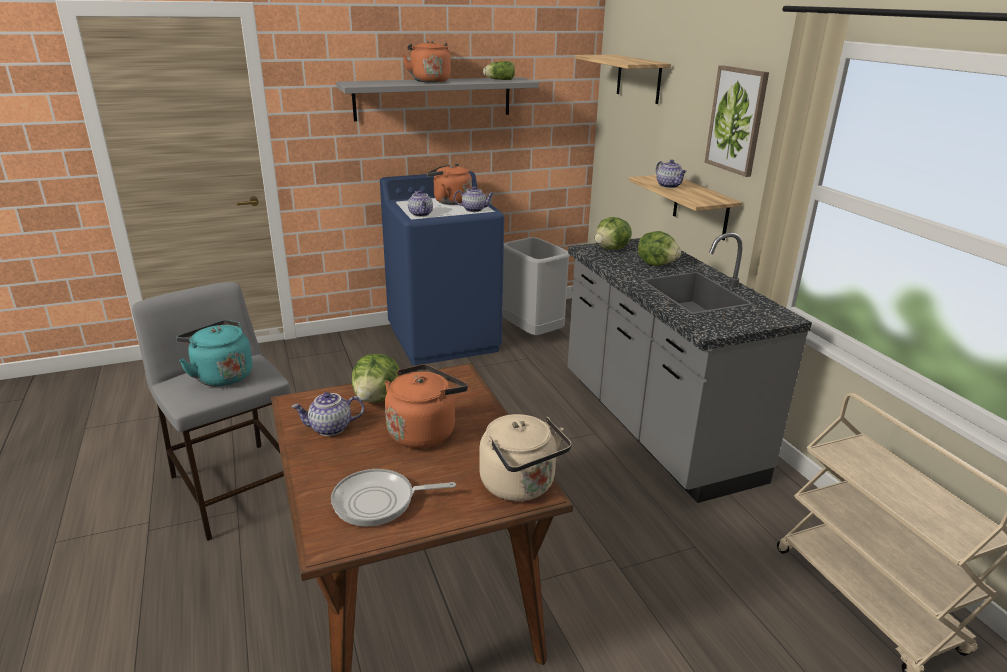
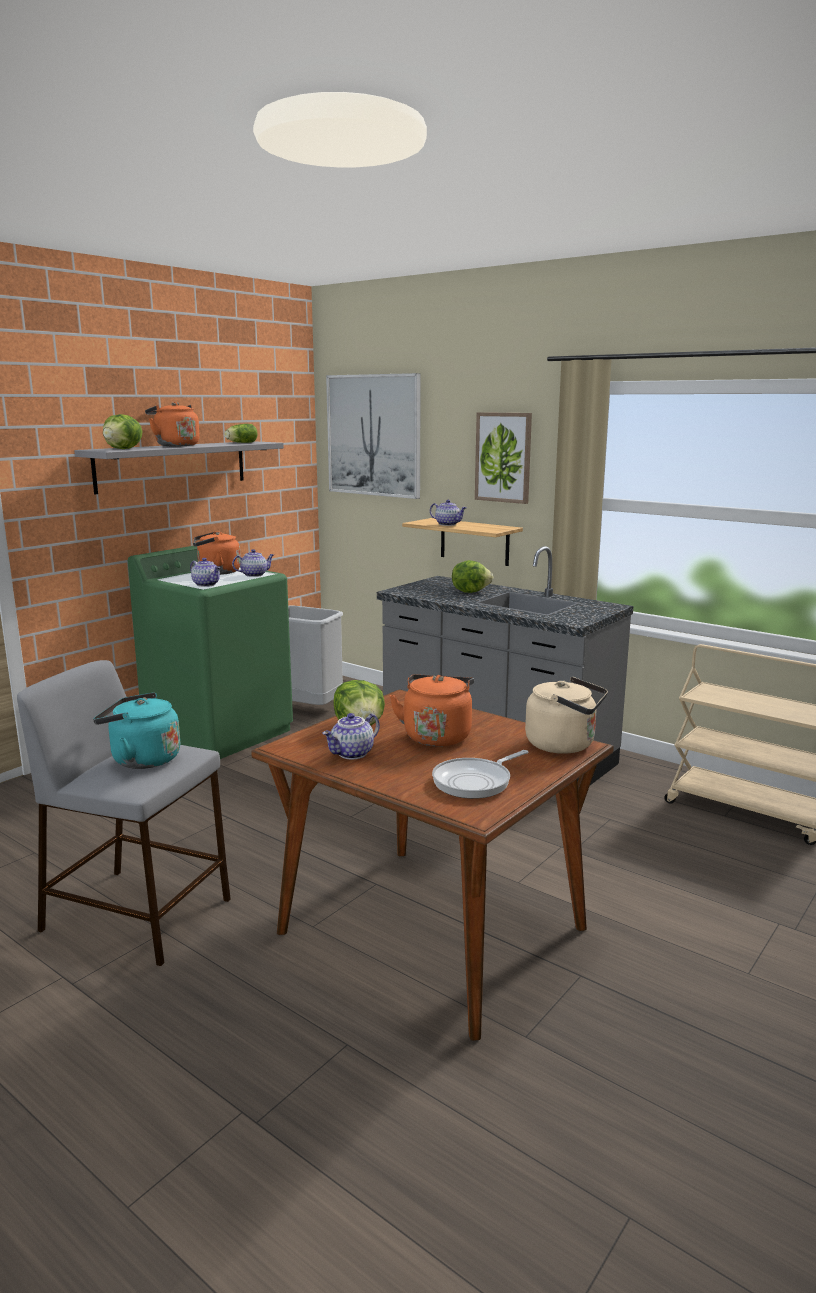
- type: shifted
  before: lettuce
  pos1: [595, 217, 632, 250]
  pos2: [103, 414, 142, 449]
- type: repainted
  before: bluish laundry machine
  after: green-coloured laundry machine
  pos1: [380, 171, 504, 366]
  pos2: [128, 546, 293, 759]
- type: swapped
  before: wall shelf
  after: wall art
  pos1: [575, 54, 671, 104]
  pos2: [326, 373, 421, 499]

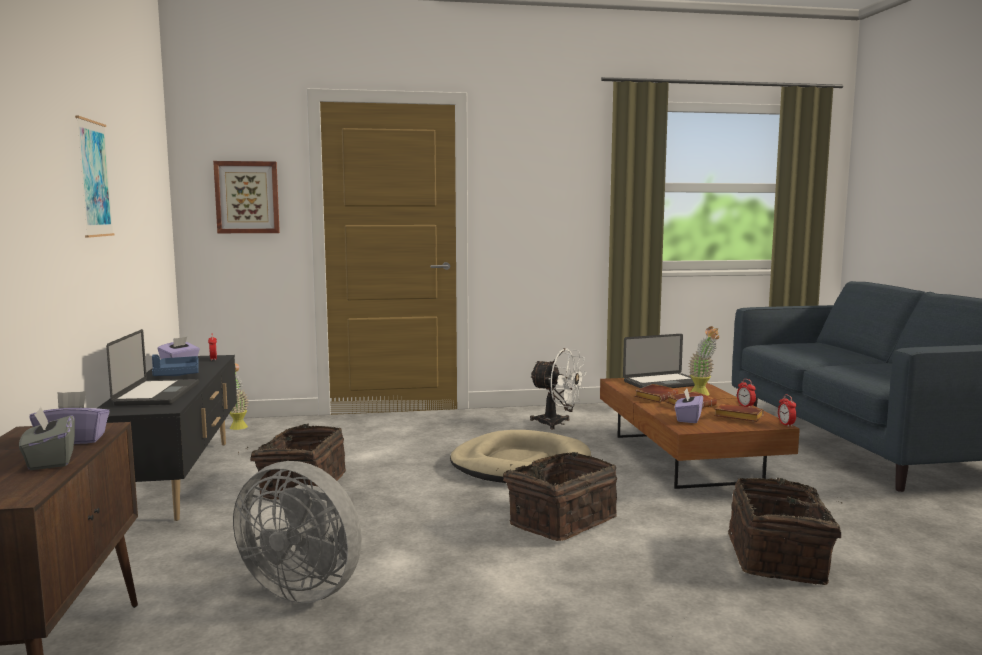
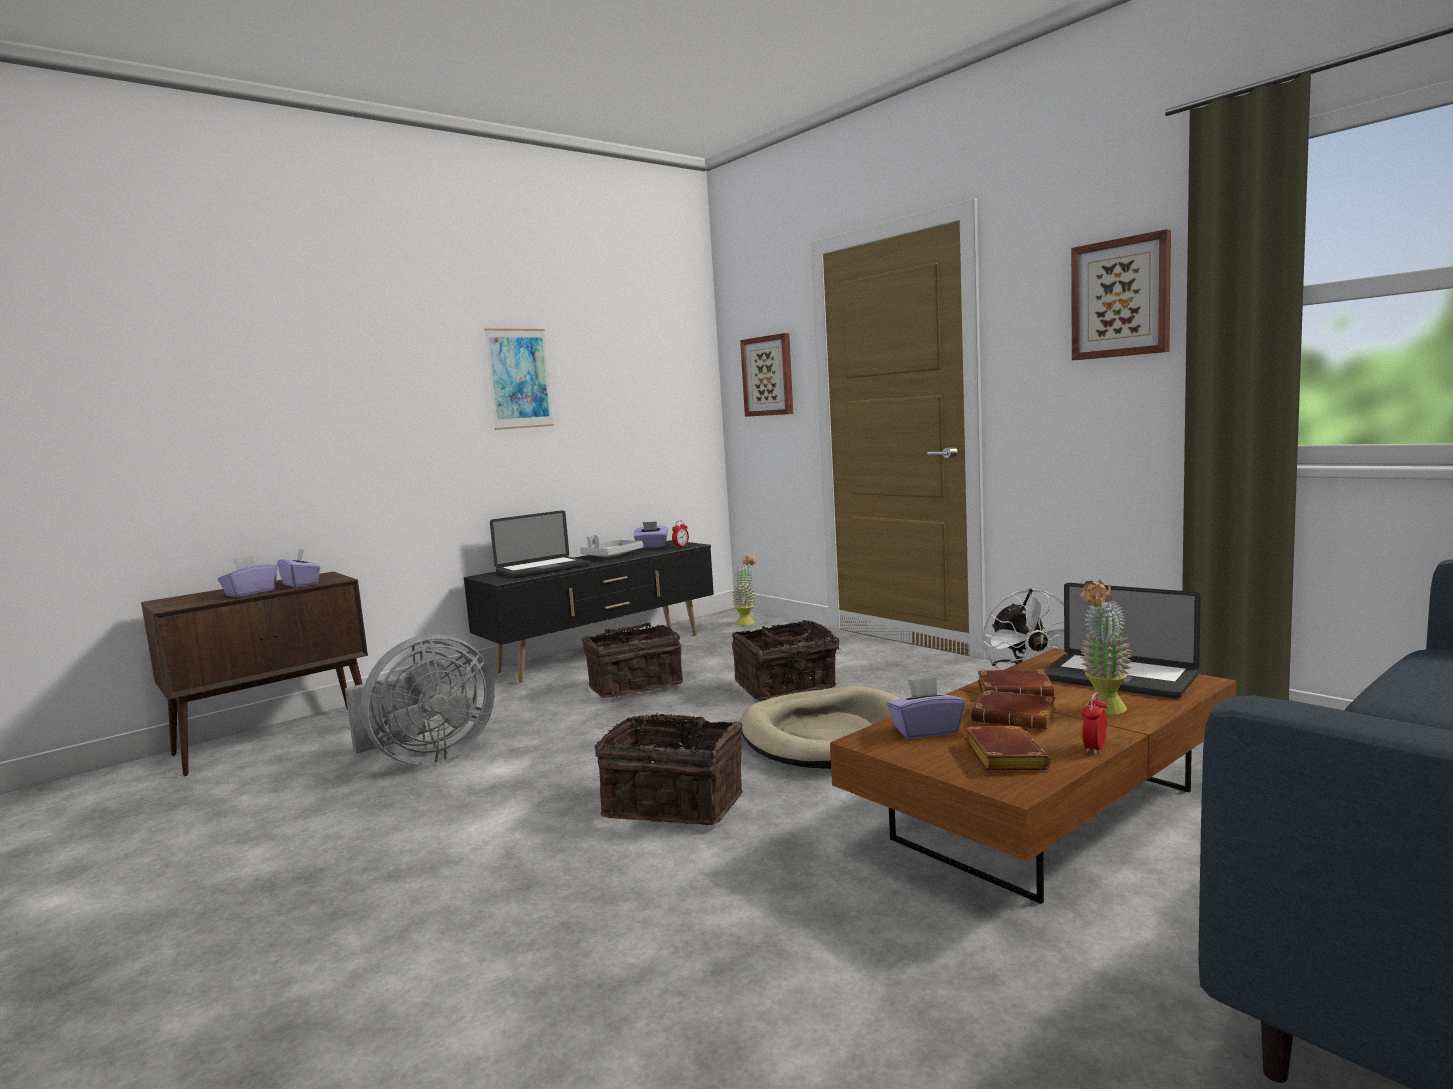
- type: repainted
  before: grey box of tissues
  after: purplish box of tissues
  pos1: [19, 407, 75, 470]
  pos2: [218, 555, 277, 597]
- type: rotated
  before: grey cooling fan
  pos1: [233, 461, 362, 603]
  pos2: [345, 634, 495, 765]
  turn: -120
- type: repainted
  before: bluish serving tray
  after: grey serving tray
  pos1: [152, 354, 199, 376]
  pos2: [580, 535, 643, 557]
- type: shifted
  before: basket
  pos1: [728, 477, 843, 585]
  pos2: [732, 620, 841, 701]
- type: new
  after: wall art
  pos2: [1071, 229, 1171, 360]
- type: gone
  before: bedside clock
  pos1: [778, 394, 796, 427]

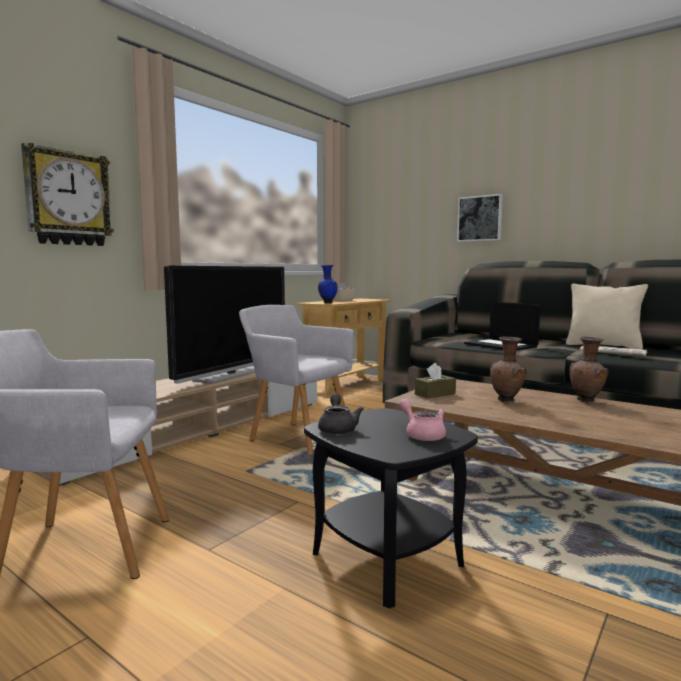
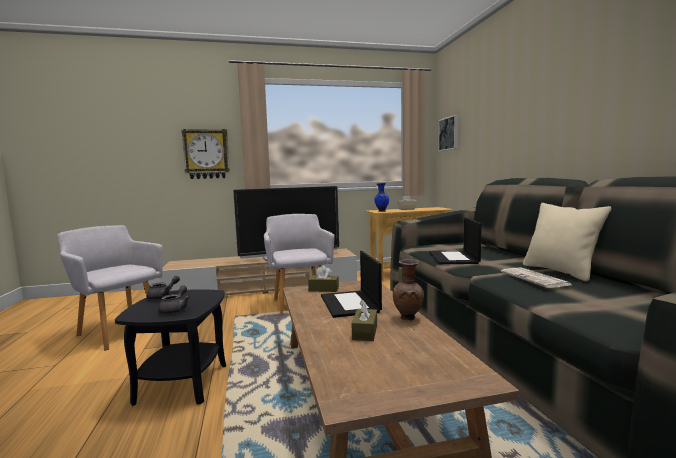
- type: repainted
  before: pink-coloured pot for tea
  after: grey pot for tea
  pos1: [399, 399, 446, 441]
  pos2: [158, 286, 190, 314]
- type: swapped
  before: brown vase
  after: laptop
  pos1: [490, 336, 527, 402]
  pos2: [321, 251, 382, 318]
- type: new
  after: brown box of tissues
  pos2: [352, 300, 377, 341]
- type: shifted
  before: wall art
  pos1: [457, 194, 503, 242]
  pos2: [438, 115, 459, 151]

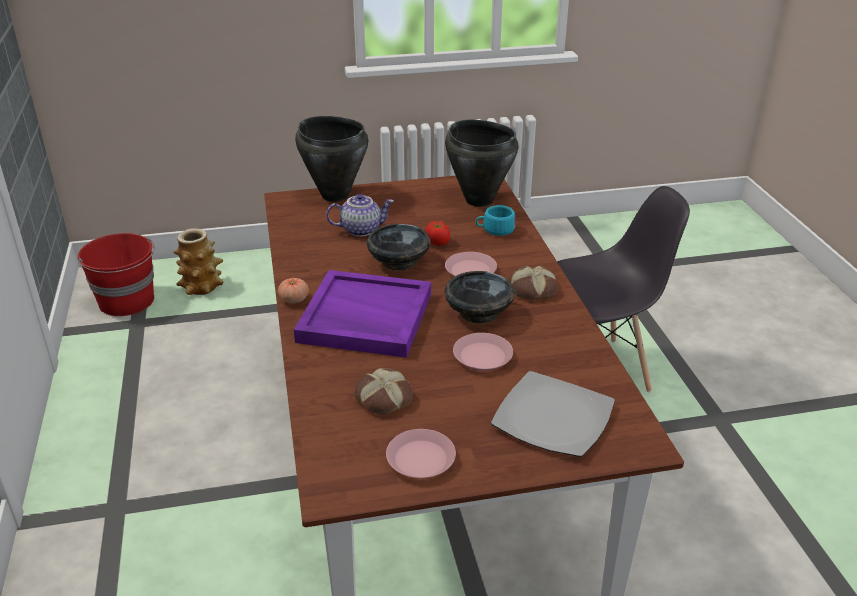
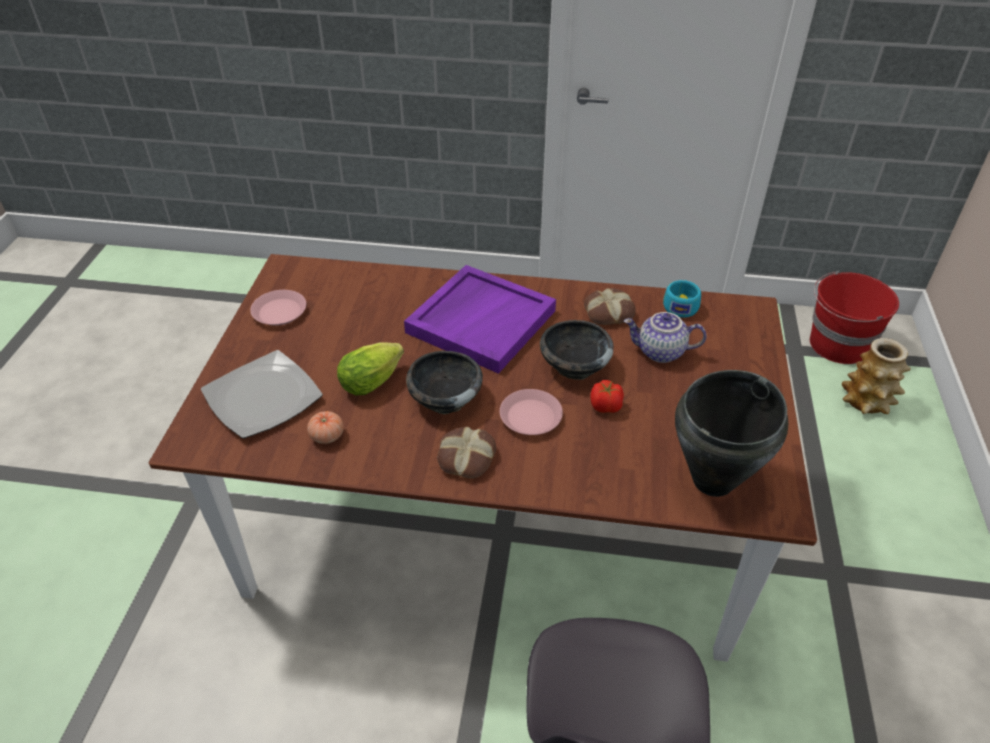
- type: shifted
  before: tomato
  pos1: [278, 278, 309, 303]
  pos2: [307, 411, 344, 444]
- type: swapped
  before: pink-coloured flat dish
  after: lettuce
  pos1: [453, 333, 513, 371]
  pos2: [337, 342, 404, 395]
- type: shifted
  before: baked bread
  pos1: [355, 368, 413, 415]
  pos2: [584, 288, 636, 325]
- type: rotated
  before: pot for tea
  pos1: [326, 194, 394, 237]
  pos2: [624, 312, 706, 363]
  turn: 90
- type: shifted
  before: turquoise-coloured drinking cup
  pos1: [475, 205, 515, 236]
  pos2: [663, 280, 701, 318]
- type: gone
  before: black saucepot
  pos1: [295, 116, 368, 202]

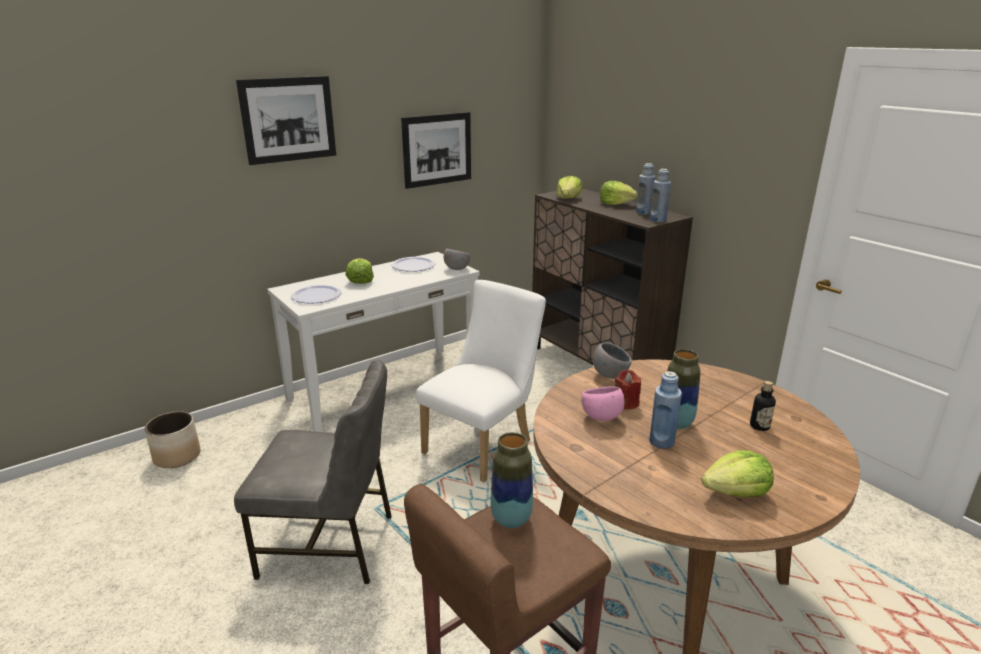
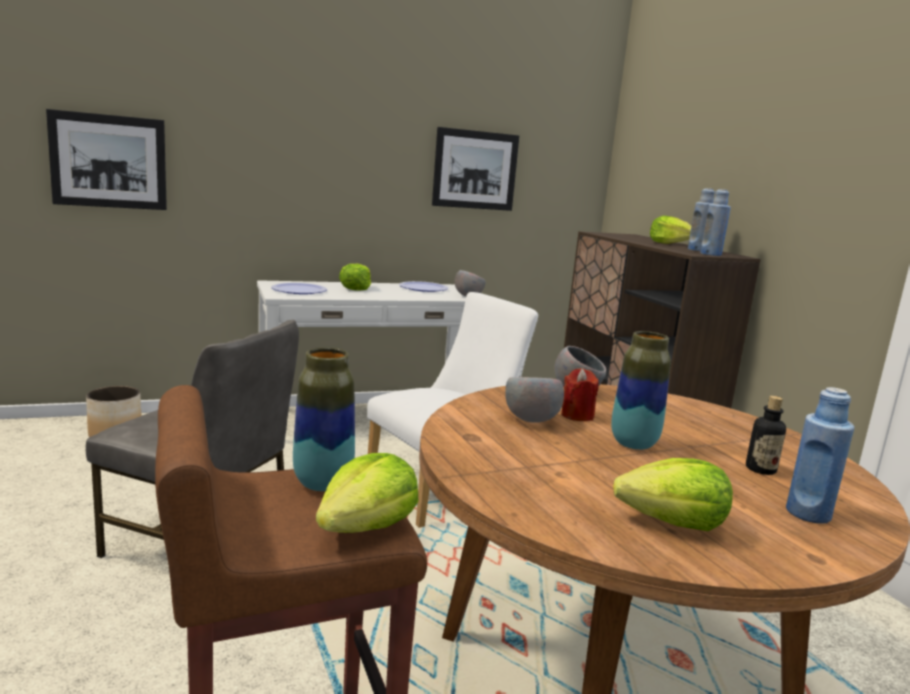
- type: shifted
  before: wall art
  pos1: [236, 76, 336, 165]
  pos2: [46, 109, 167, 210]
- type: shifted
  before: lettuce
  pos1: [556, 176, 583, 199]
  pos2: [316, 453, 418, 533]
- type: repainted
  before: pink-coloured bowl
  after: grey bowl
  pos1: [581, 386, 625, 421]
  pos2: [505, 377, 564, 423]
- type: shifted
  before: bluish beverage bottle
  pos1: [649, 371, 682, 449]
  pos2: [786, 387, 854, 524]

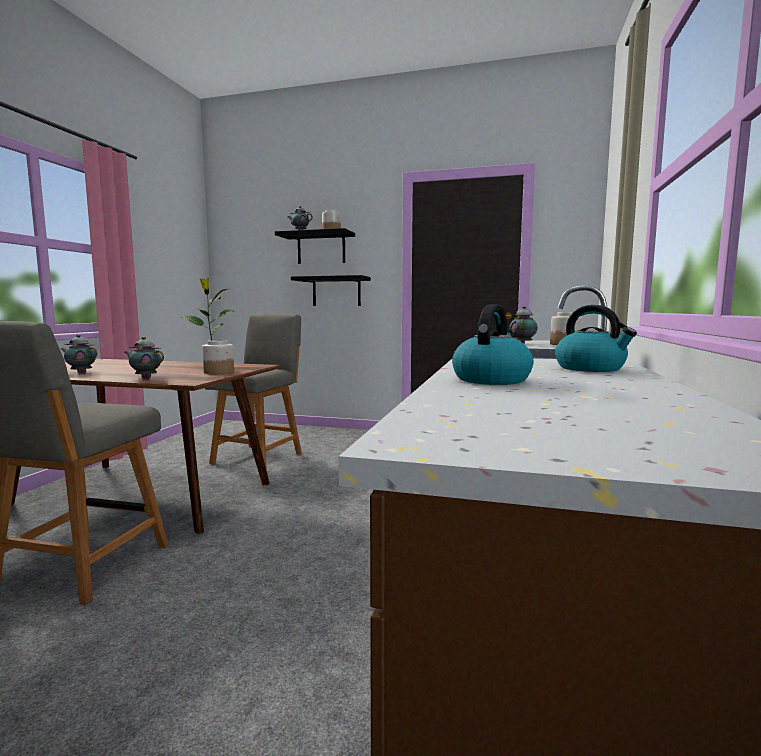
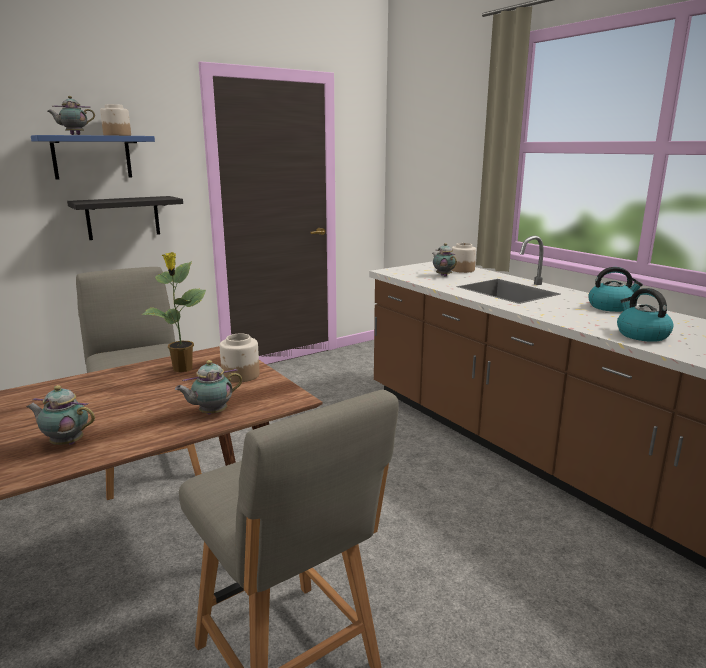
- type: rotated
  before: pot for tea
  pos1: [61, 334, 97, 373]
  pos2: [26, 385, 95, 445]
  turn: 45
- type: repainted
  before: black wall shelf
  after: bluish wall shelf
  pos1: [275, 228, 355, 264]
  pos2: [31, 135, 155, 180]

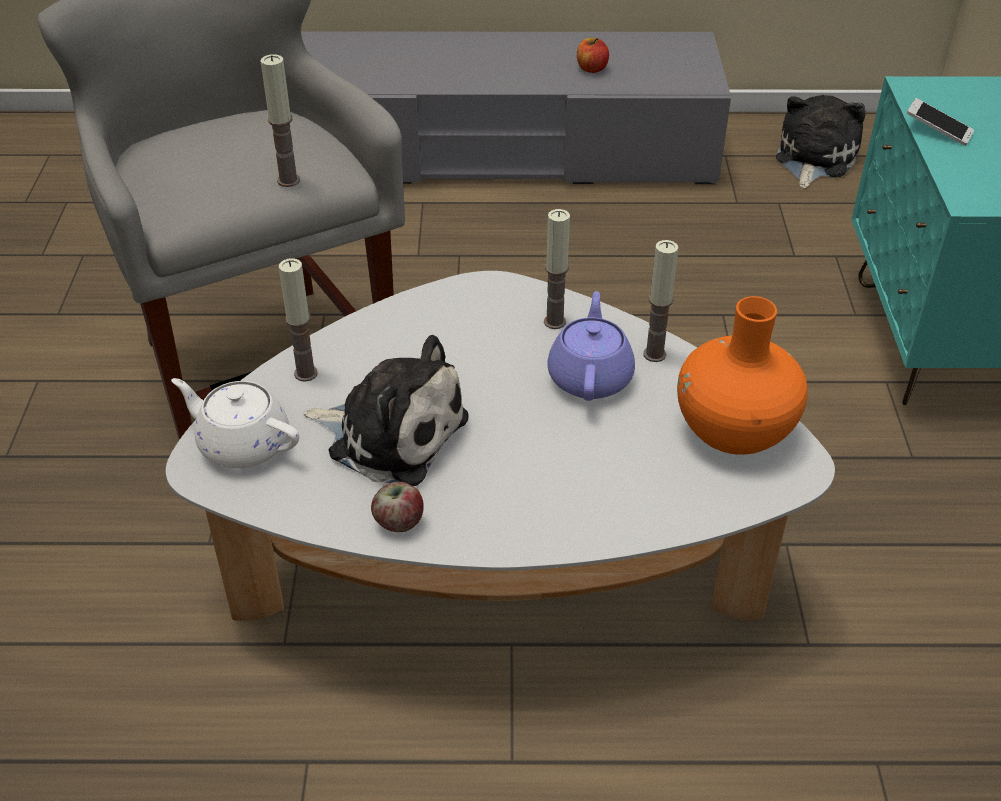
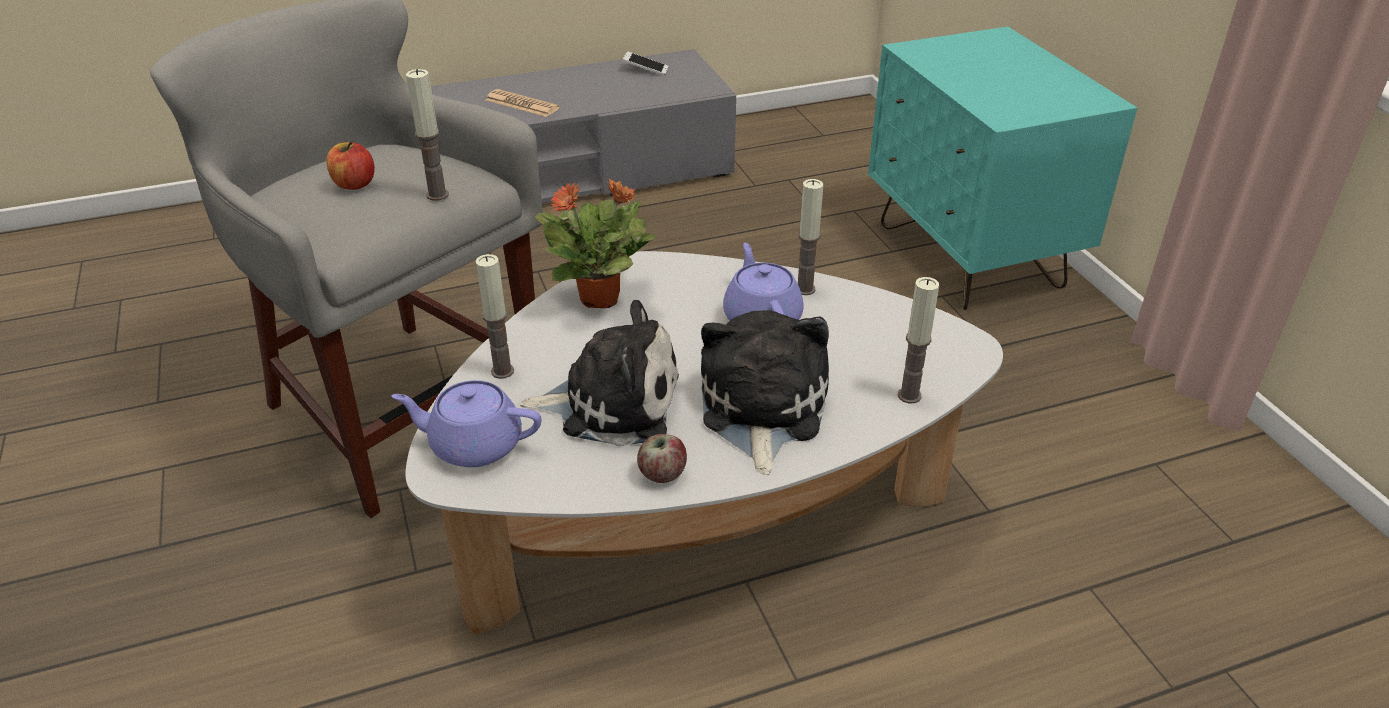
- type: shifted
  before: apple fruit
  pos1: [577, 38, 609, 73]
  pos2: [326, 141, 375, 190]
- type: repainted
  before: white-coloured pot for tea
  after: purplish pot for tea
  pos1: [171, 378, 299, 468]
  pos2: [391, 380, 541, 467]
- type: new
  after: newspaper
  pos2: [485, 89, 560, 117]
- type: new
  after: potted plant
  pos2: [535, 179, 656, 308]
- type: shifted
  before: telephone
  pos1: [906, 98, 974, 146]
  pos2: [623, 51, 669, 76]
- type: shifted
  before: soft toy
  pos1: [776, 95, 866, 189]
  pos2: [701, 310, 829, 475]
- type: shifted
  before: wax candle
  pos1: [544, 209, 570, 329]
  pos2: [898, 277, 939, 404]
- type: gone
  before: orangey vase
  pos1: [677, 296, 808, 455]

